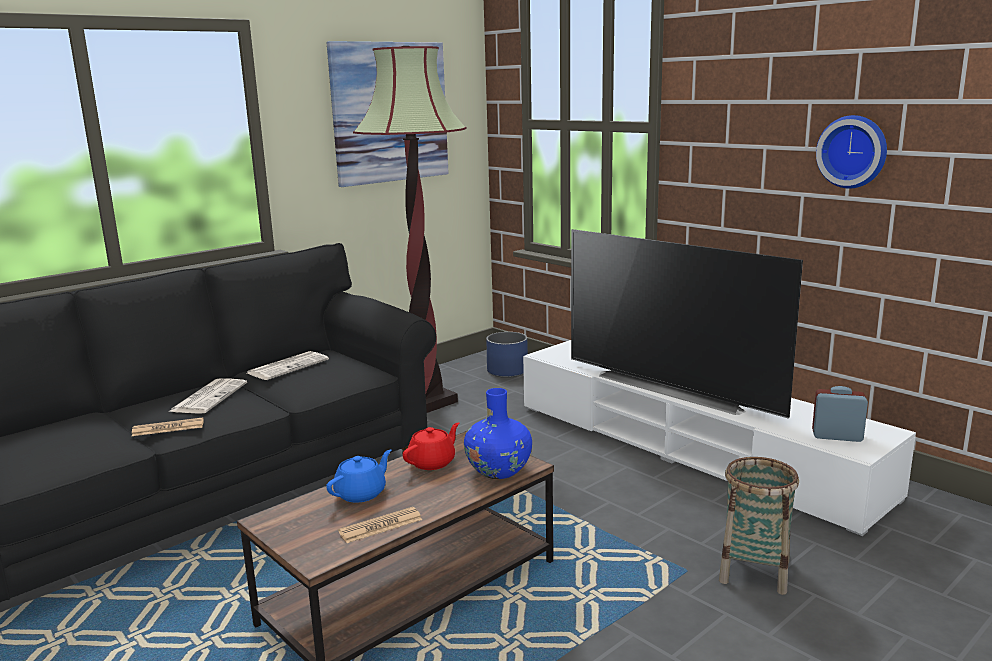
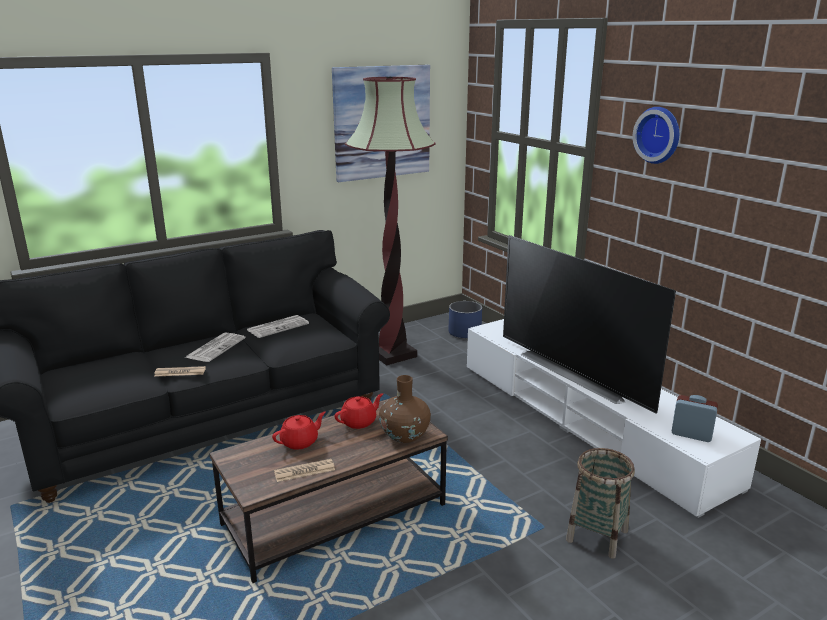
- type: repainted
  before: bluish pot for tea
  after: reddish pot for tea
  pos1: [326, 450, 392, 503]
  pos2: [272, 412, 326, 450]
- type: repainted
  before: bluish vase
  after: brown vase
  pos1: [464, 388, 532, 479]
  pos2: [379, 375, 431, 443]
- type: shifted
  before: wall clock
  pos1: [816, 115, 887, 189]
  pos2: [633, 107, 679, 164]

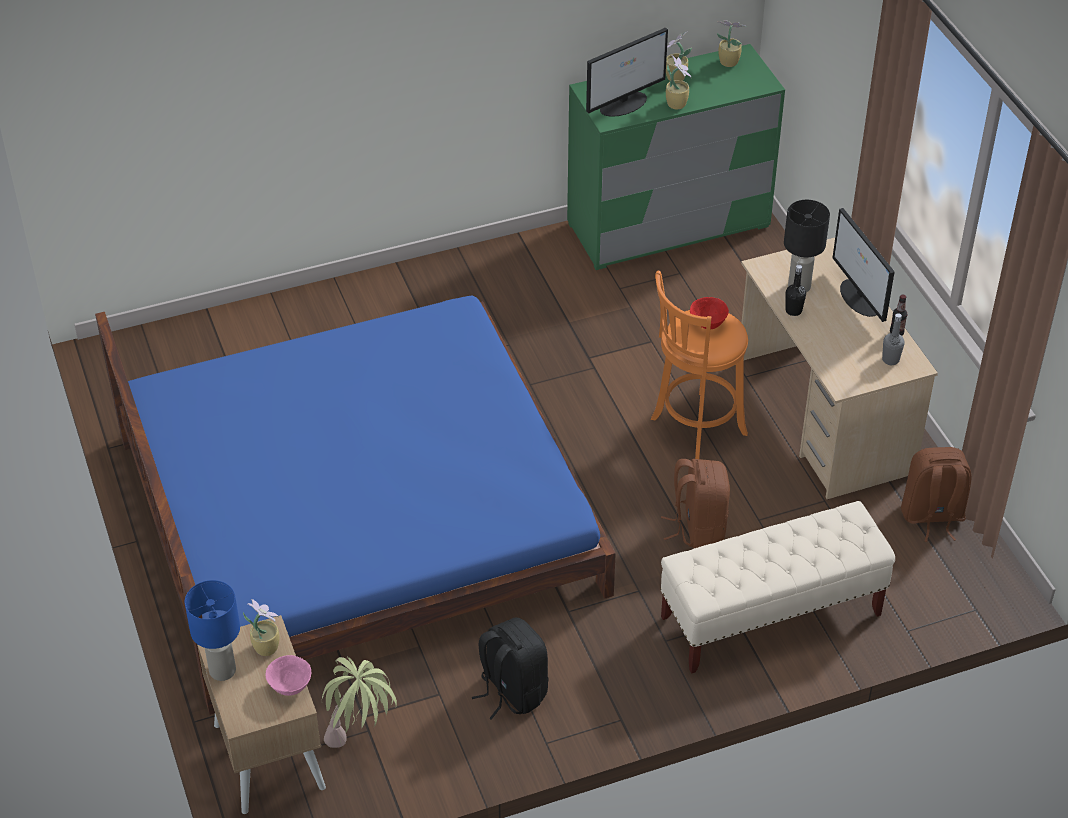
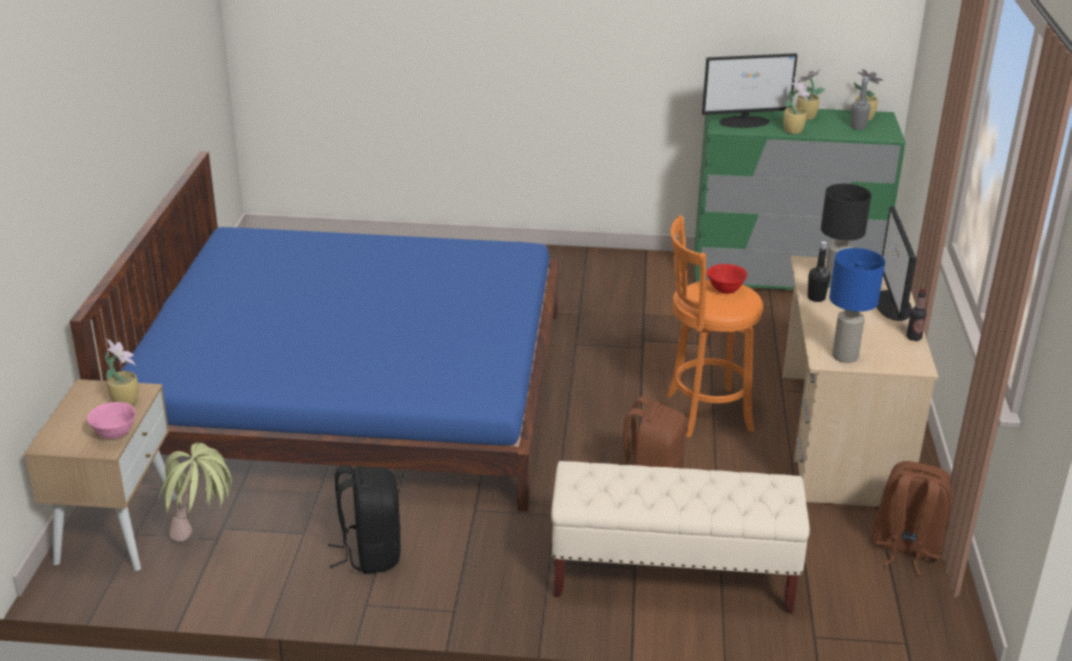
- type: shifted
  before: bluish tabletop lamp
  pos1: [185, 580, 240, 681]
  pos2: [829, 248, 885, 363]
- type: shifted
  before: grey beverage bottle
  pos1: [882, 313, 905, 365]
  pos2: [851, 76, 871, 130]

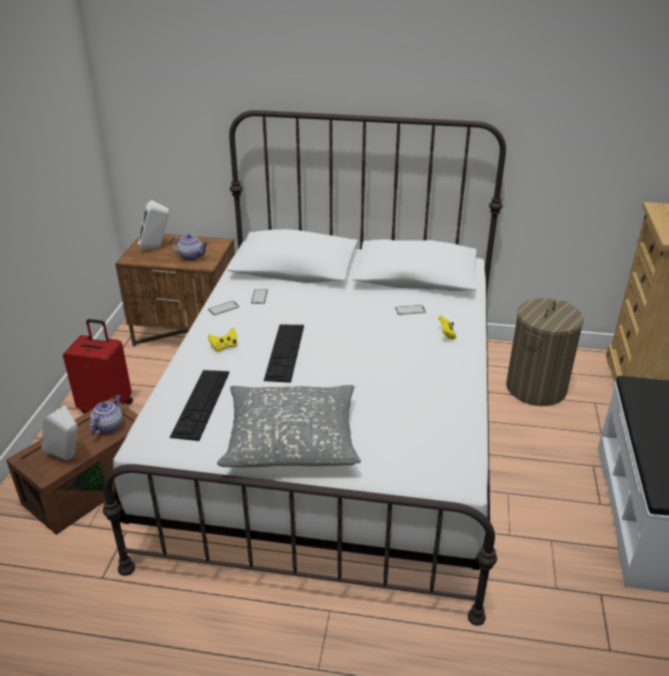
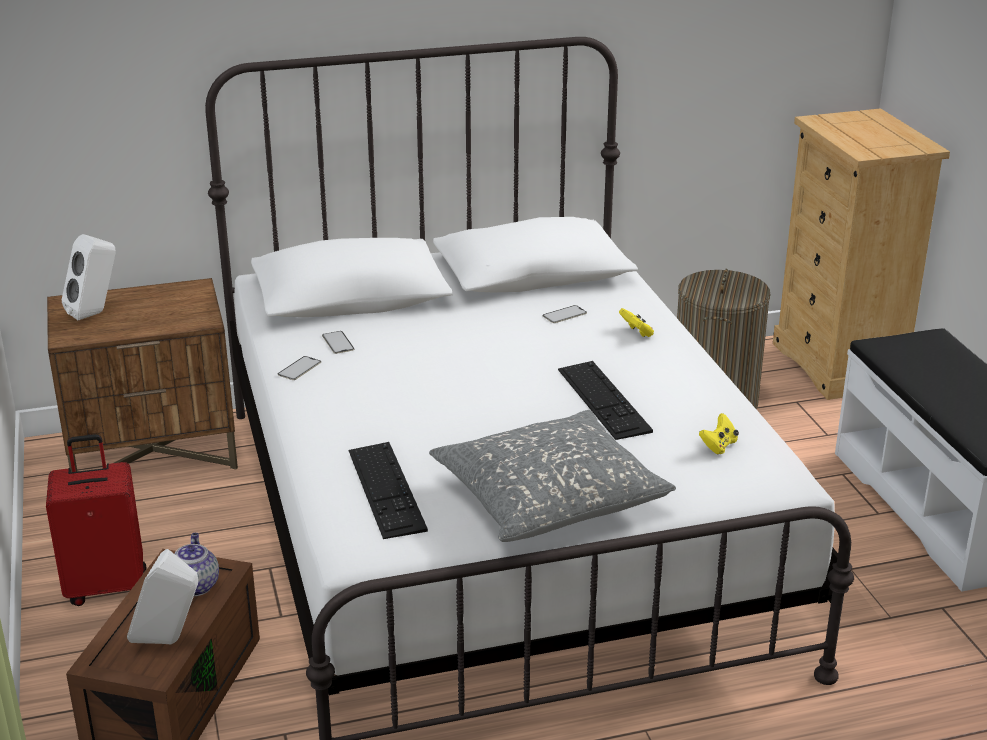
- type: shifted
  before: keyboard
  pos1: [264, 325, 304, 383]
  pos2: [558, 361, 653, 440]
- type: shifted
  before: yellow-coloured game controller
  pos1: [208, 328, 237, 352]
  pos2: [699, 413, 739, 454]
- type: gone
  before: pot for tea
  pos1: [171, 234, 208, 261]

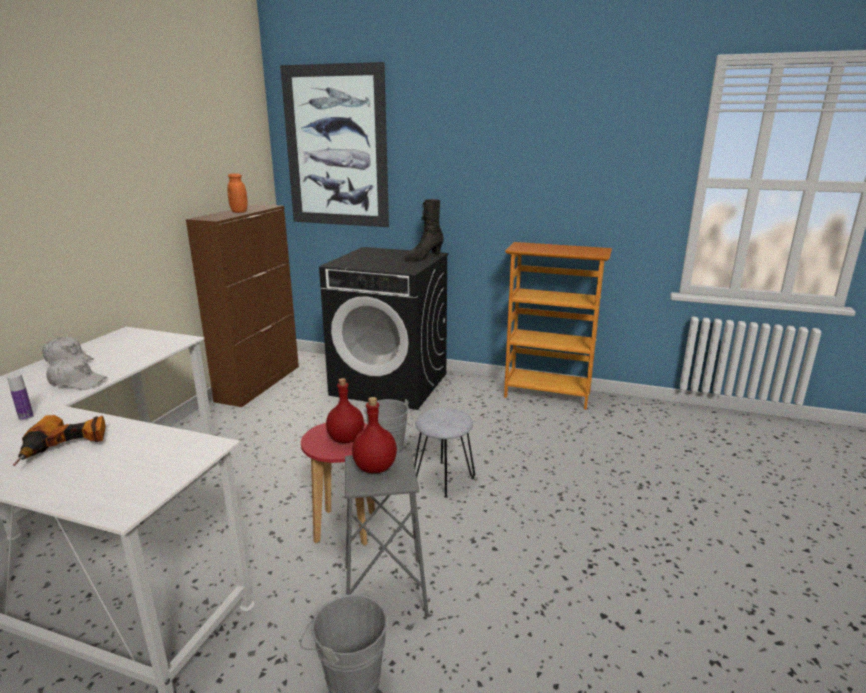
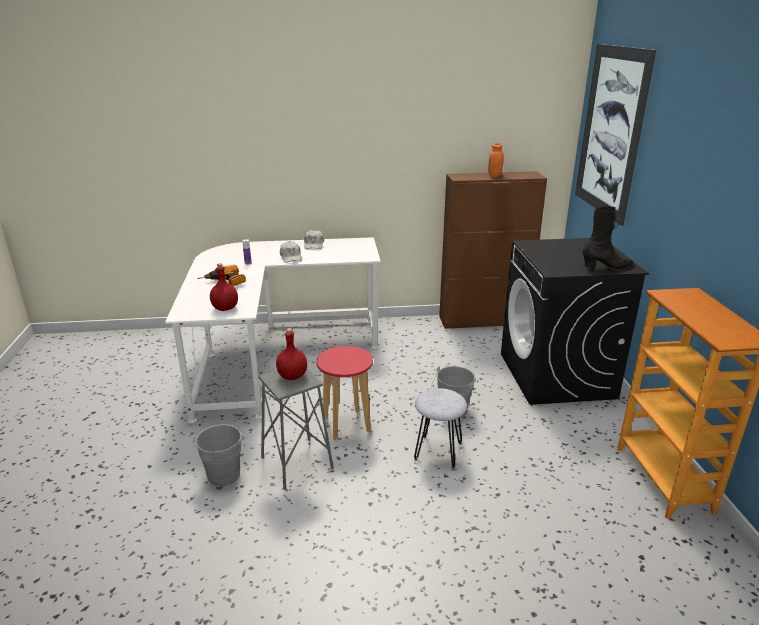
- type: shifted
  before: reddish beverage bottle
  pos1: [326, 378, 364, 443]
  pos2: [210, 263, 238, 311]
- type: rotated
  before: black high-top boot
  pos1: [404, 199, 444, 261]
  pos2: [582, 206, 634, 270]
  turn: 150

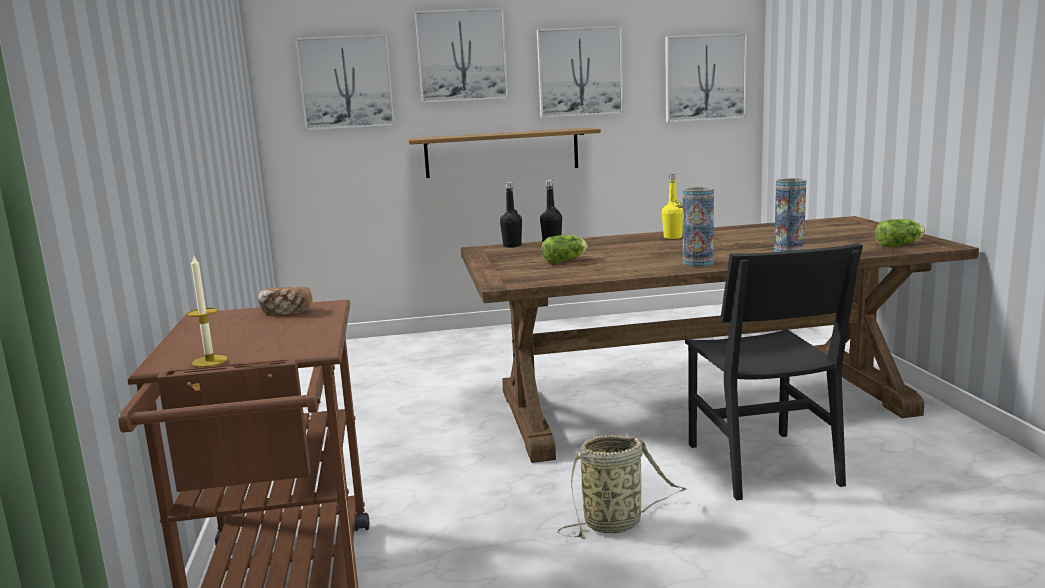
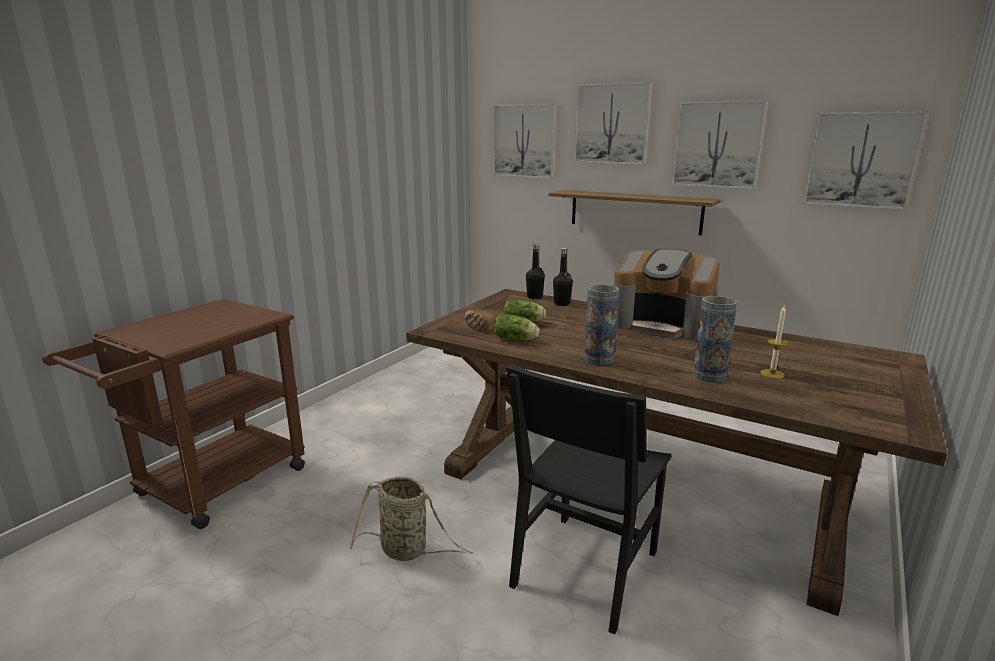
- type: shifted
  before: baked bread
  pos1: [258, 287, 313, 315]
  pos2: [465, 310, 496, 331]
- type: shifted
  before: lettuce
  pos1: [875, 219, 925, 247]
  pos2: [494, 314, 540, 341]
- type: swapped
  before: yellow-coloured beverage bottle
  after: coffee maker
  pos1: [662, 173, 683, 239]
  pos2: [613, 249, 720, 341]
- type: shifted
  before: wax candle
  pos1: [187, 254, 228, 367]
  pos2: [760, 306, 789, 379]

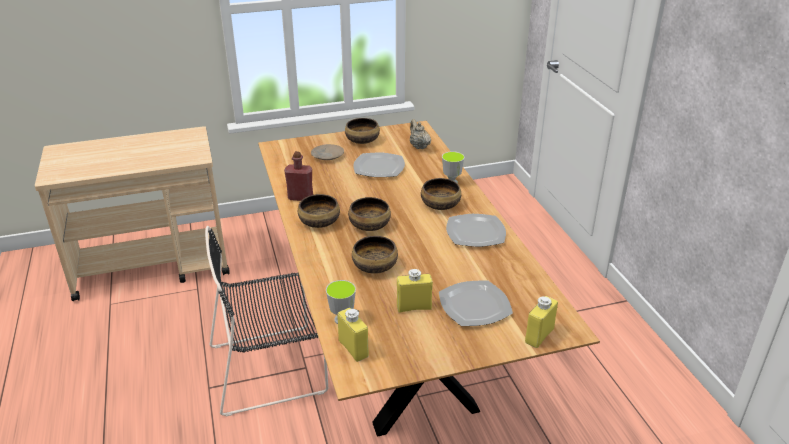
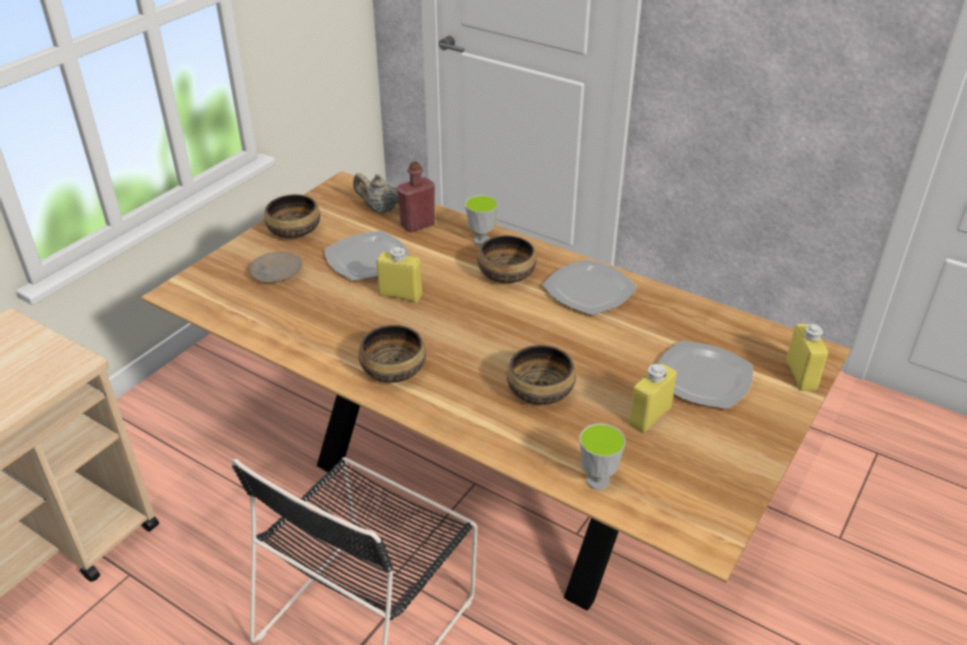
- type: shifted
  before: yellow-coloured beverage bottle
  pos1: [337, 308, 369, 362]
  pos2: [376, 247, 422, 303]
- type: shifted
  before: reddish beverage bottle
  pos1: [284, 151, 313, 201]
  pos2: [397, 161, 435, 232]
- type: gone
  before: bowl
  pos1: [348, 197, 391, 231]

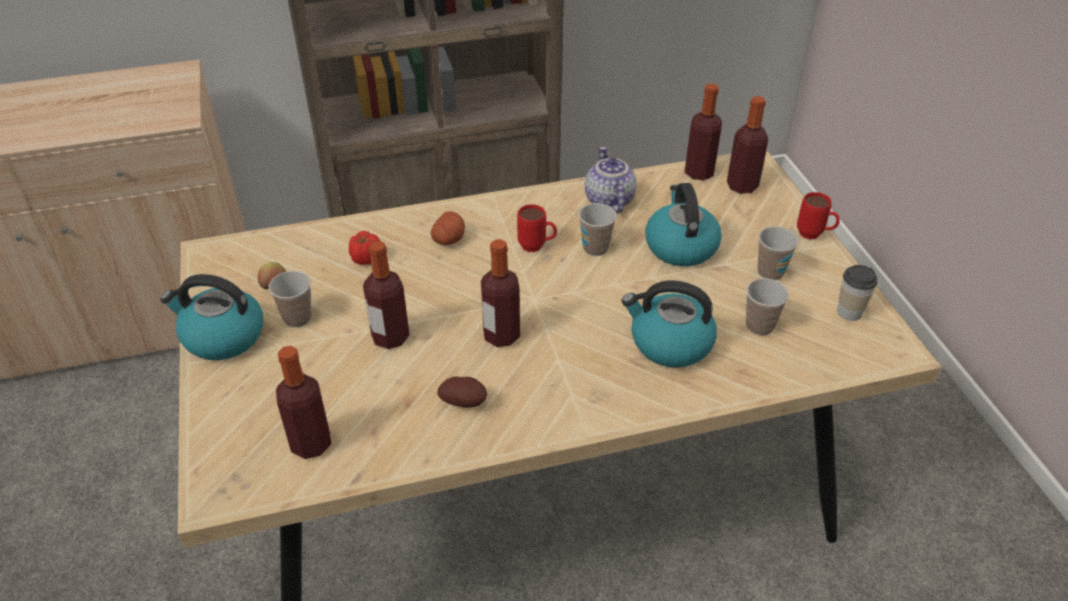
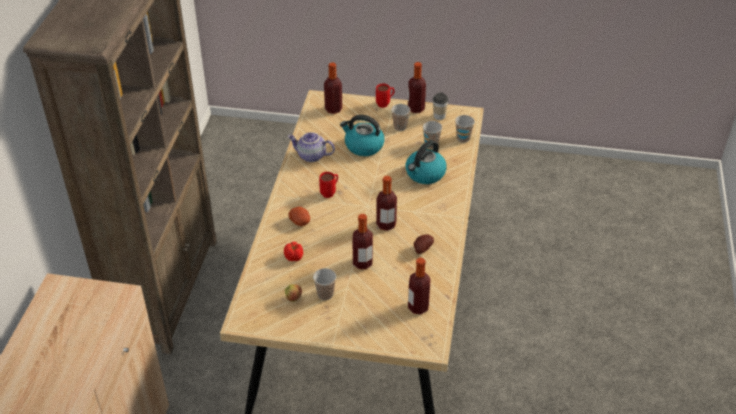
- type: shifted
  before: beverage bottle
  pos1: [685, 84, 722, 180]
  pos2: [408, 62, 426, 113]
- type: shifted
  before: drinking cup
  pos1: [579, 203, 617, 256]
  pos2: [455, 115, 475, 143]
- type: gone
  before: kettle
  pos1: [160, 274, 263, 360]

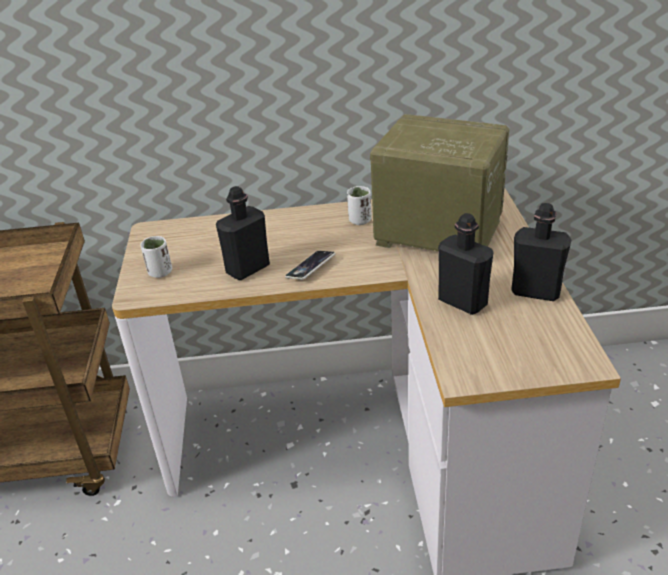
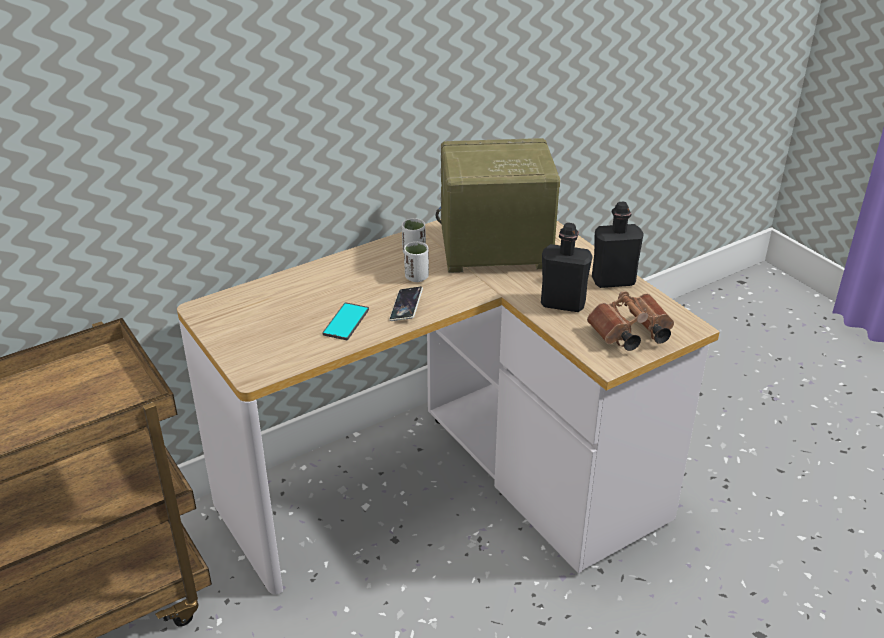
- type: swapped
  before: black beverage bottle
  after: telephone
  pos1: [216, 186, 270, 280]
  pos2: [322, 302, 369, 340]
- type: shifted
  before: white-coloured drinking cup
  pos1: [140, 236, 172, 278]
  pos2: [404, 242, 429, 282]
- type: new
  after: brown pair of binoculars
  pos2: [587, 291, 674, 351]

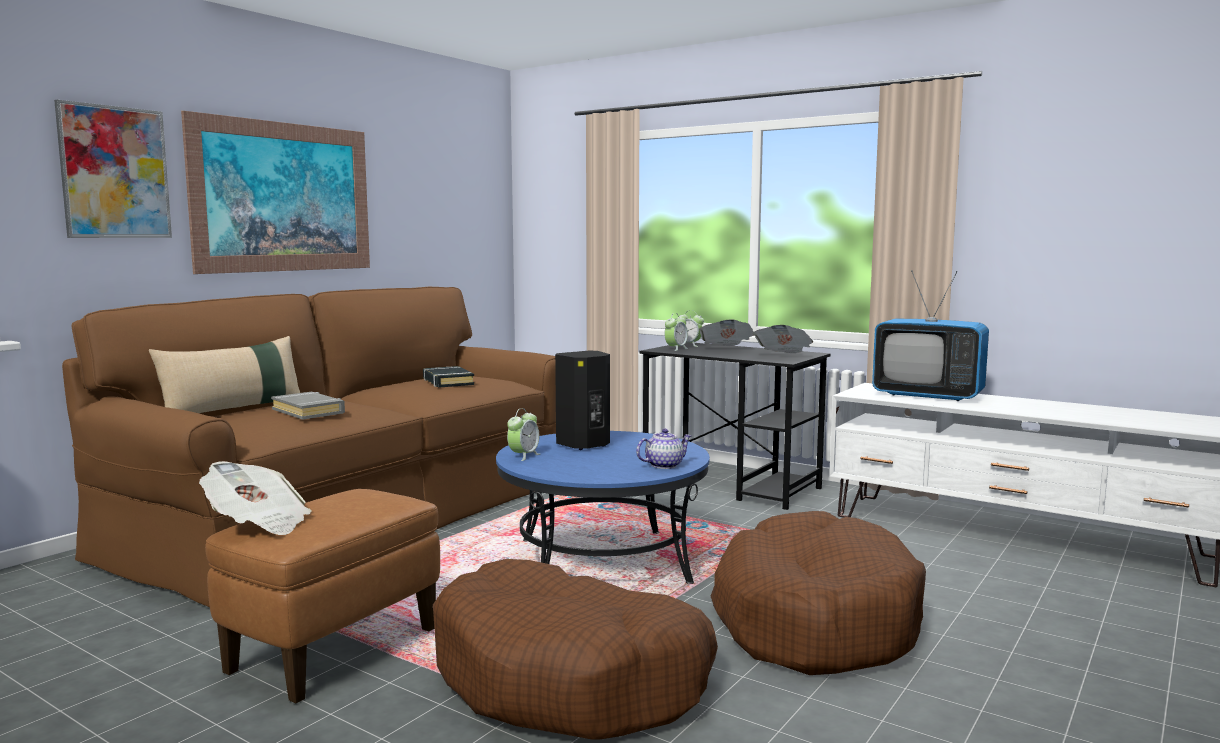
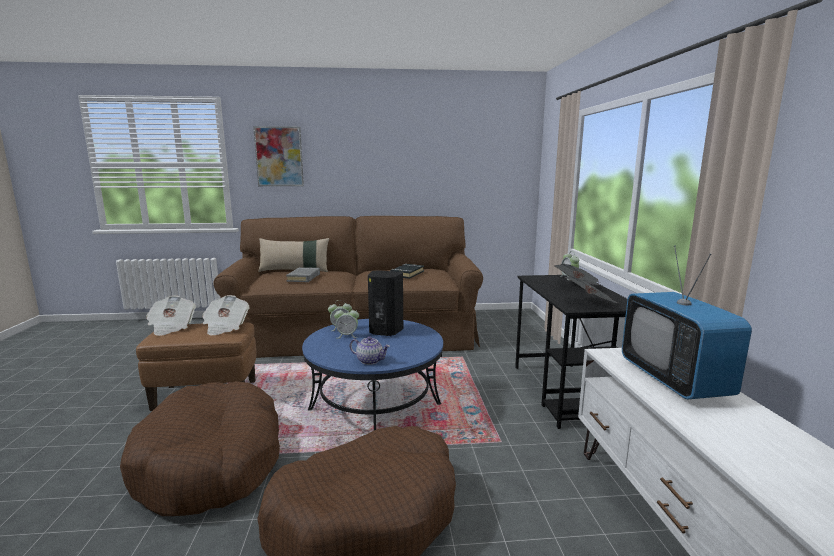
- type: new
  after: newspaper
  pos2: [202, 295, 249, 335]
- type: shifted
  before: bedside clock
  pos1: [664, 313, 688, 351]
  pos2: [334, 306, 359, 338]
- type: gone
  before: wall art
  pos1: [181, 111, 370, 274]

